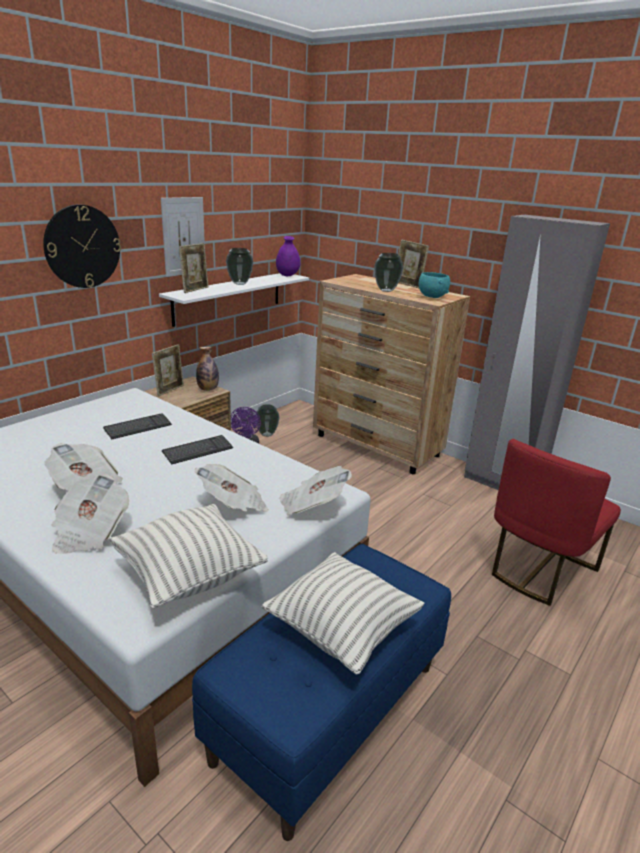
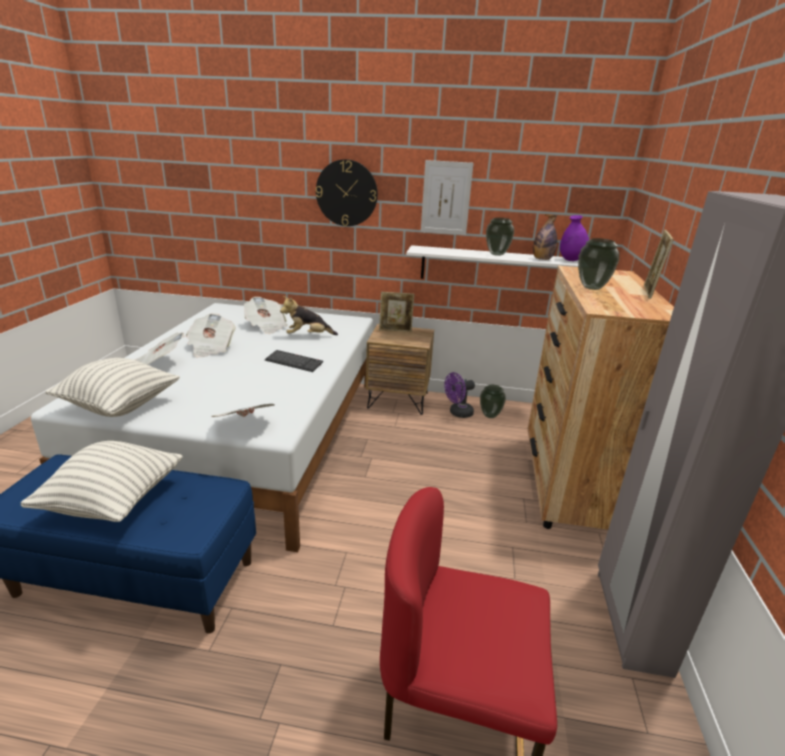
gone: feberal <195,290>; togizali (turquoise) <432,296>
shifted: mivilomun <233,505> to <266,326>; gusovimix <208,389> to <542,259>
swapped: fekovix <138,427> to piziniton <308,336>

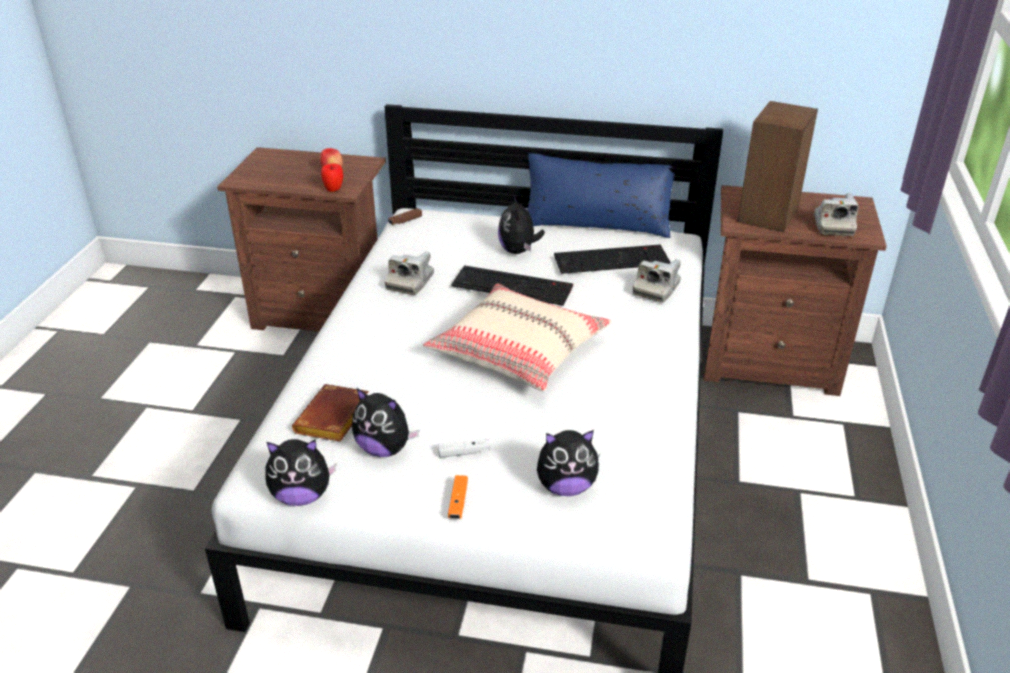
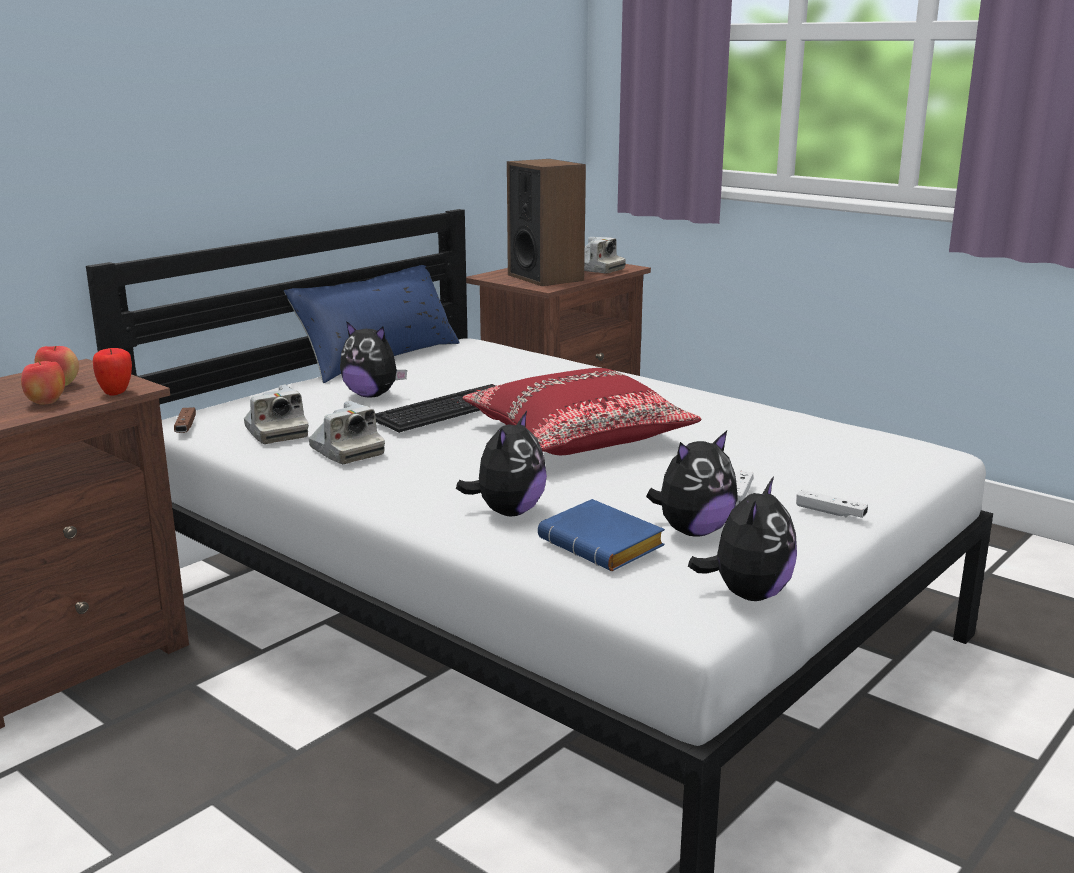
gone: fekovix <612,259>
new: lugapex <46,403>
shifted: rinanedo <656,289> to <276,432>; piziniton <566,486> to <508,512>
repainted: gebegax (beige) <518,351> to gebegax (red) <578,434>; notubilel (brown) <334,420> to notubilel (blue) <605,545>; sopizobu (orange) <458,502> to sopizobu (white) <830,512>

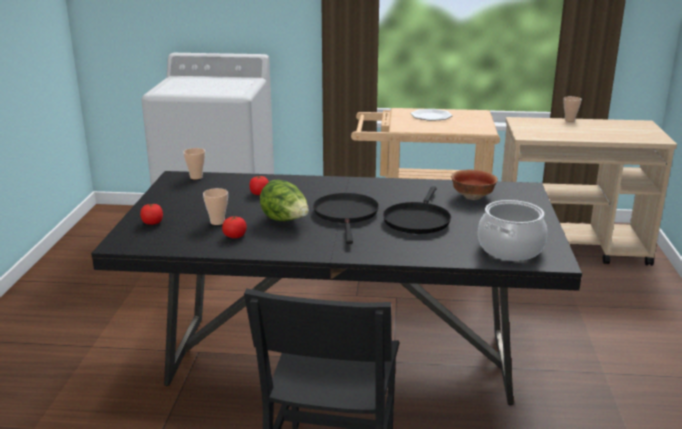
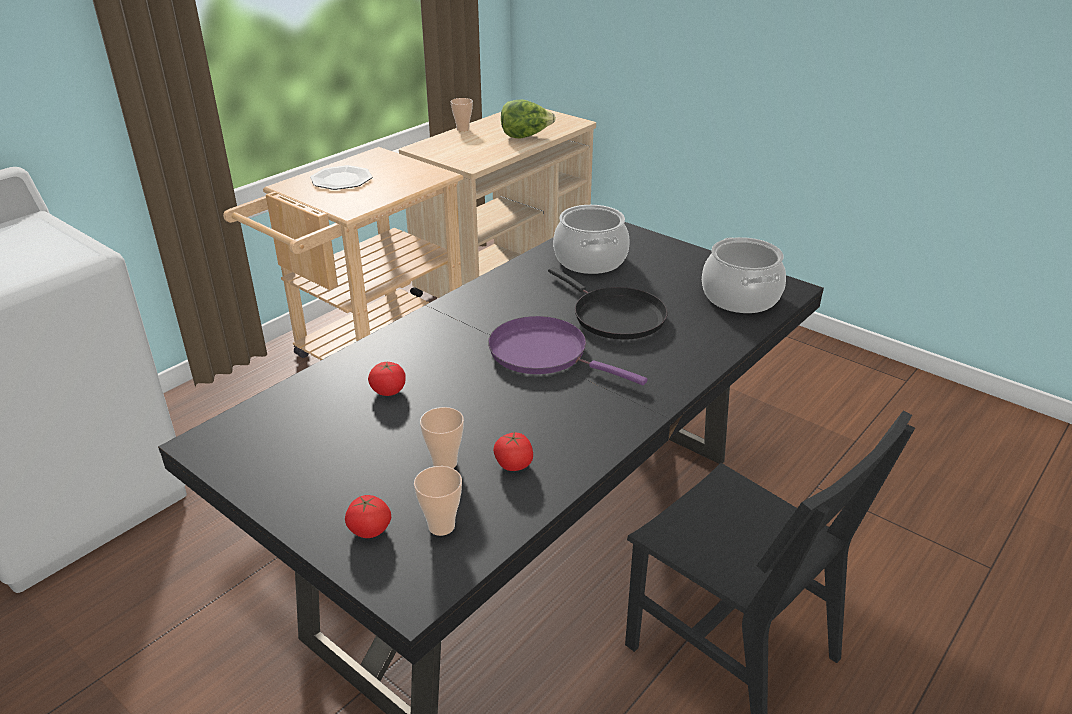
shifted: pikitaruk <196,177> to <441,526>; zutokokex <285,221> to <525,136>
swapped: togizali <473,196> to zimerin <589,260>
repainted: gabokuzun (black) <346,214> to gabokuzun (purple) <544,353>

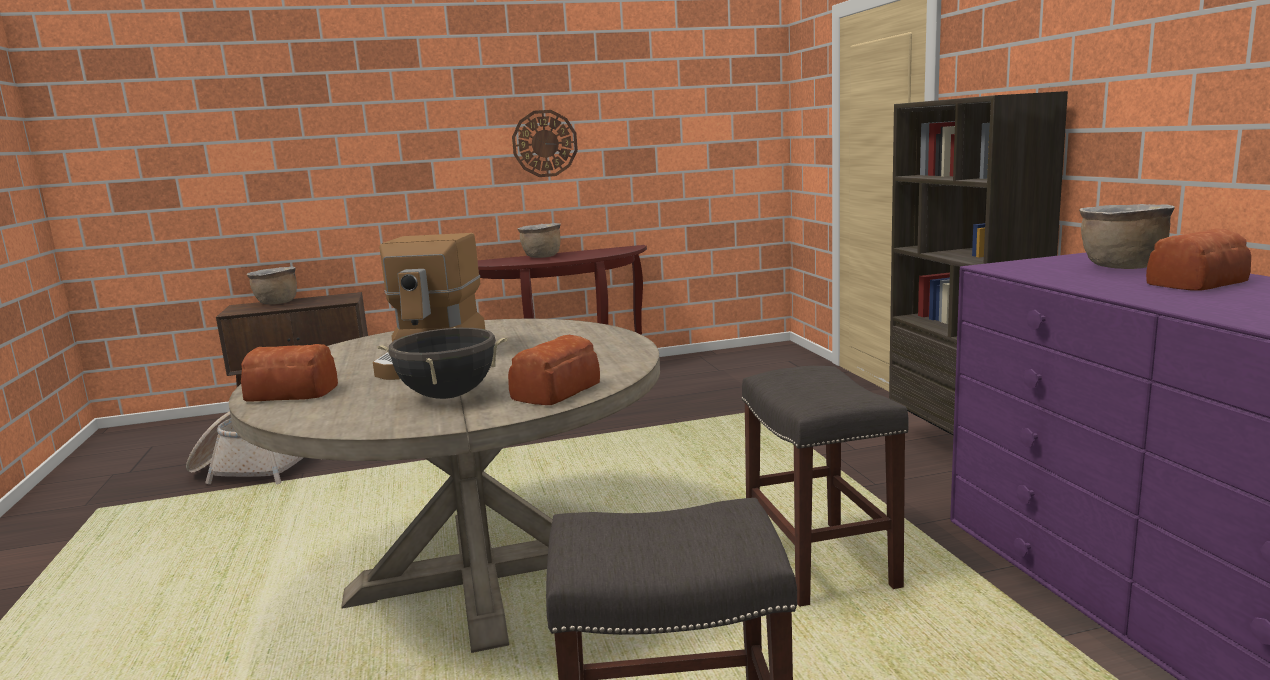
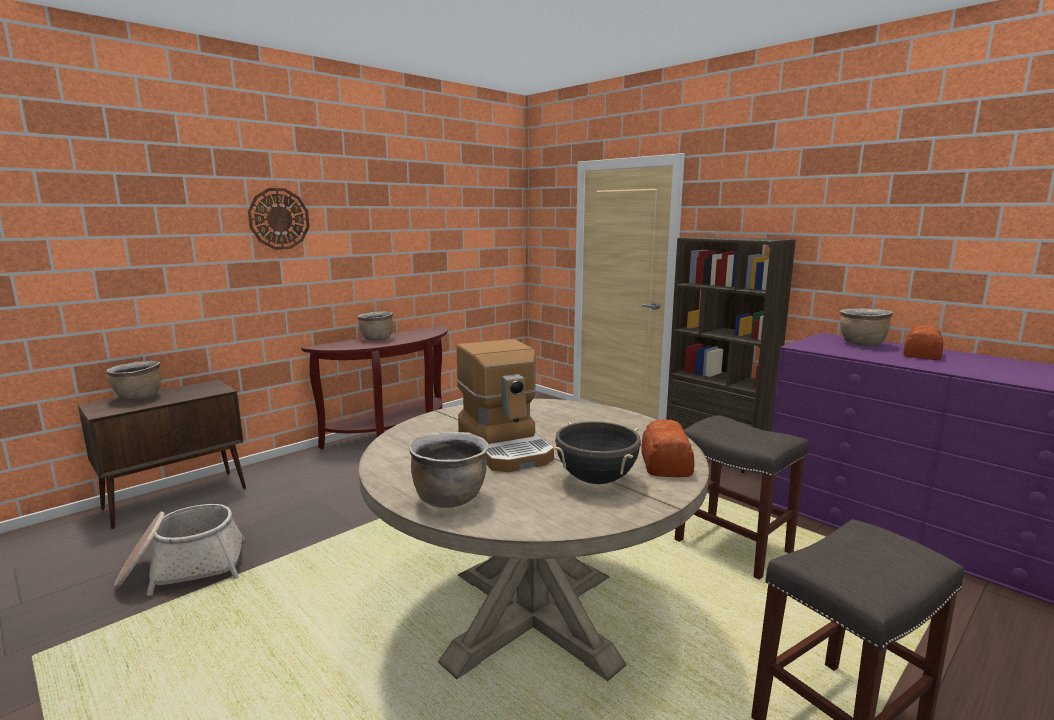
shifted: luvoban <544,143> to <279,219>
swapped: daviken <291,392> to zimerin (brown) <449,498>

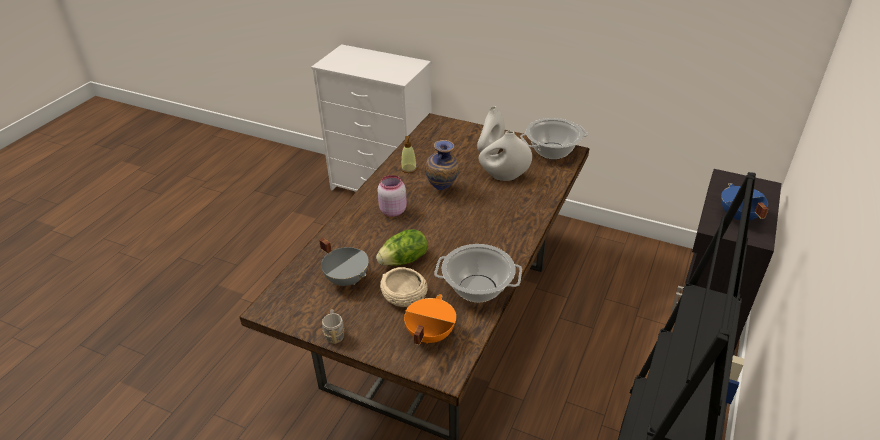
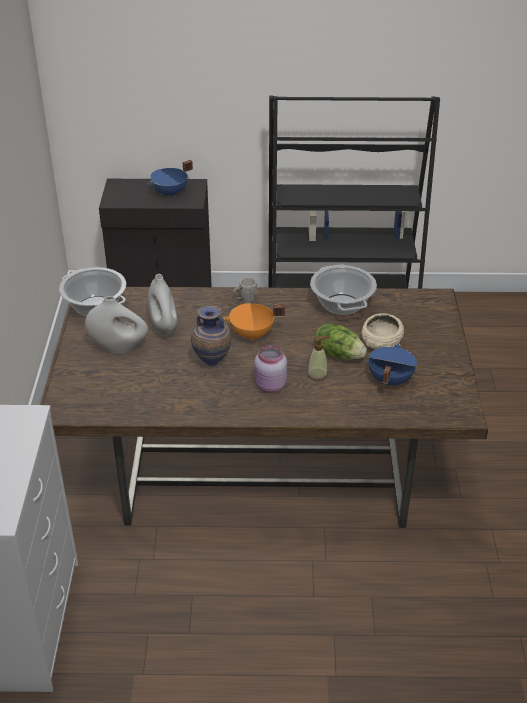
shifted: zimerin (orange) <429,334> to <252,335>; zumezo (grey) <334,334> to <244,300>; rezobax <409,169> to <317,374>
repainted: zimerin (grey) <347,279> to zimerin (blue) <389,380>

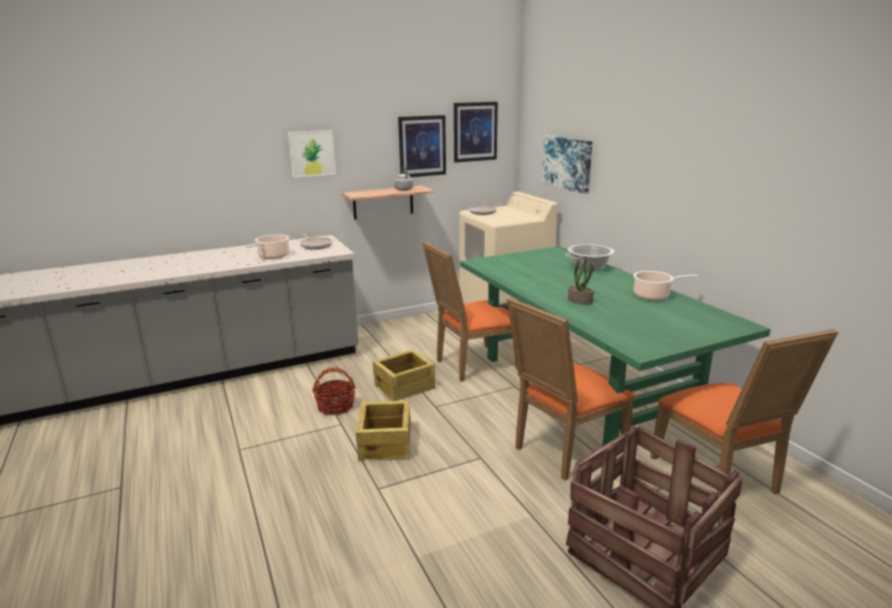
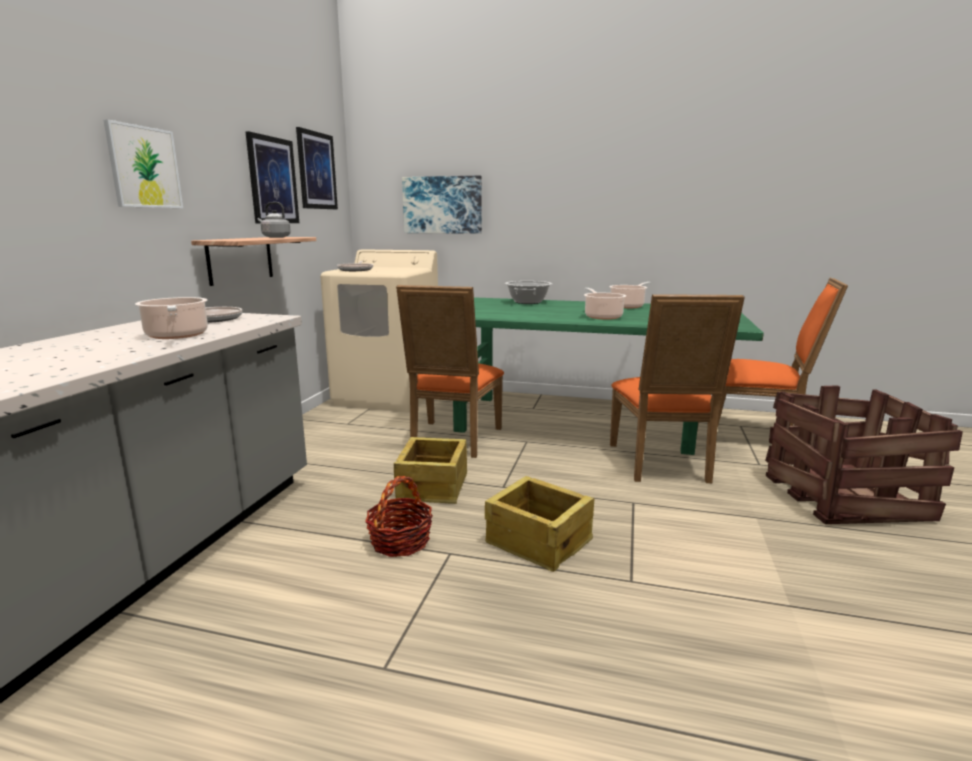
swapped: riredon <580,301> to zimerin <602,316>

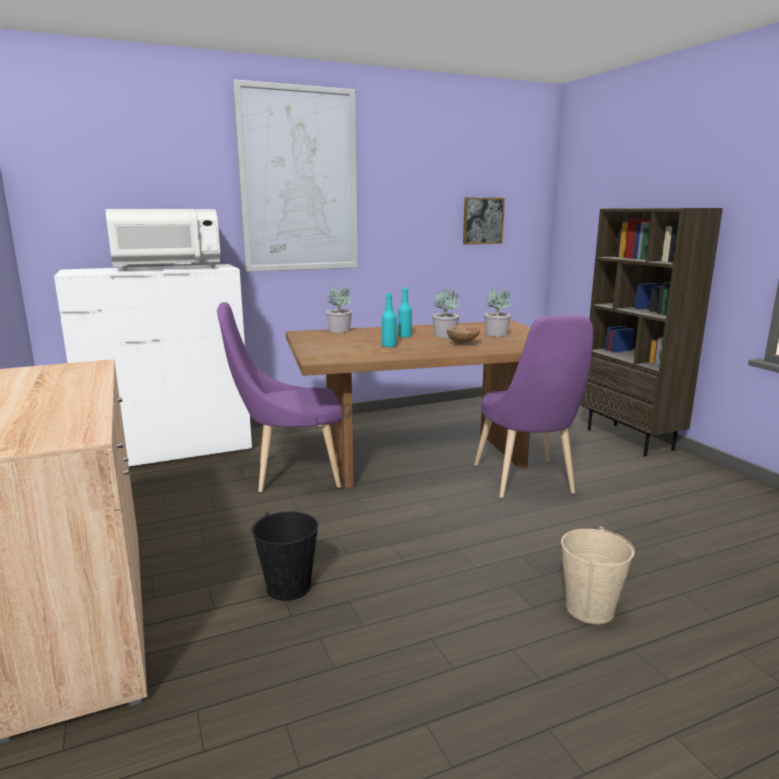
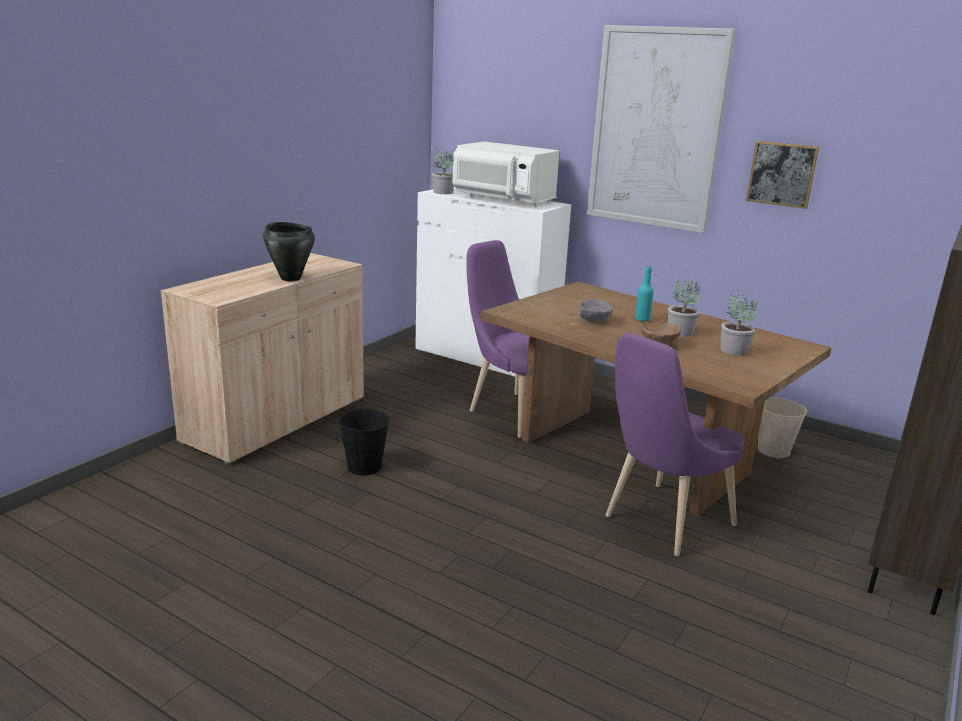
new: zimerin (black) <290,278>
shifted: riredon <339,330> to <442,192>; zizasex <483,221> to <782,174>; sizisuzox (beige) <589,609> to <773,450>
swapped: gusovimix (turquoise) <389,346> to togizali (grey) <594,321>

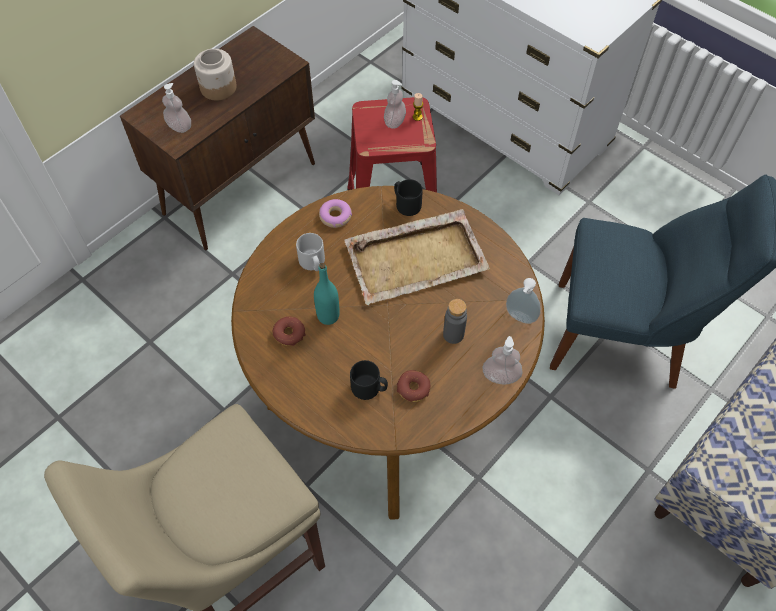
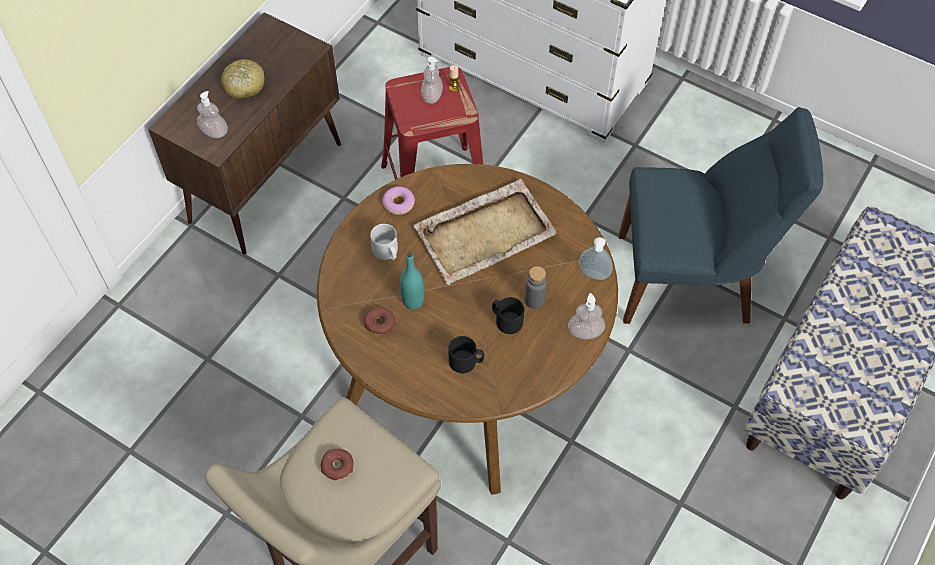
shifted: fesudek <413,388> to <337,466>; zumezo (black) <406,204> to <506,321>
swapped: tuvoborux <218,88> to daviken <244,85>

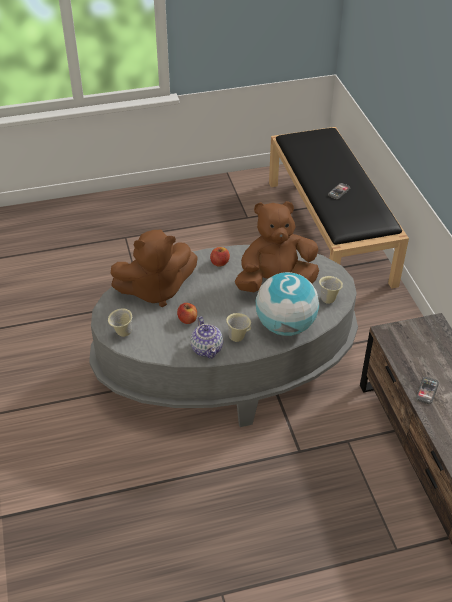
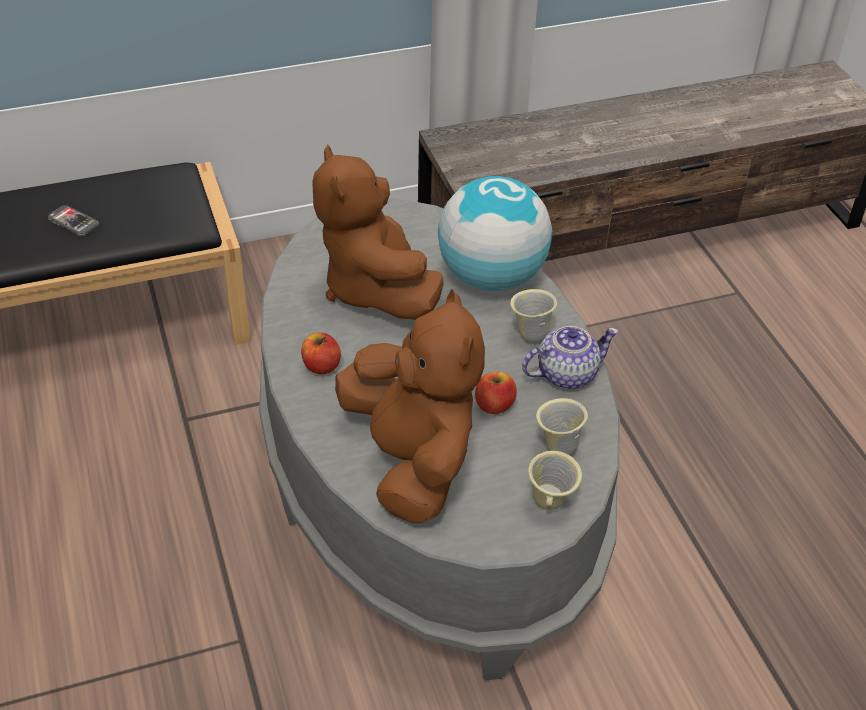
gone: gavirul <427,391>
shifted: zumezo (beige) <328,299> to <557,447>

